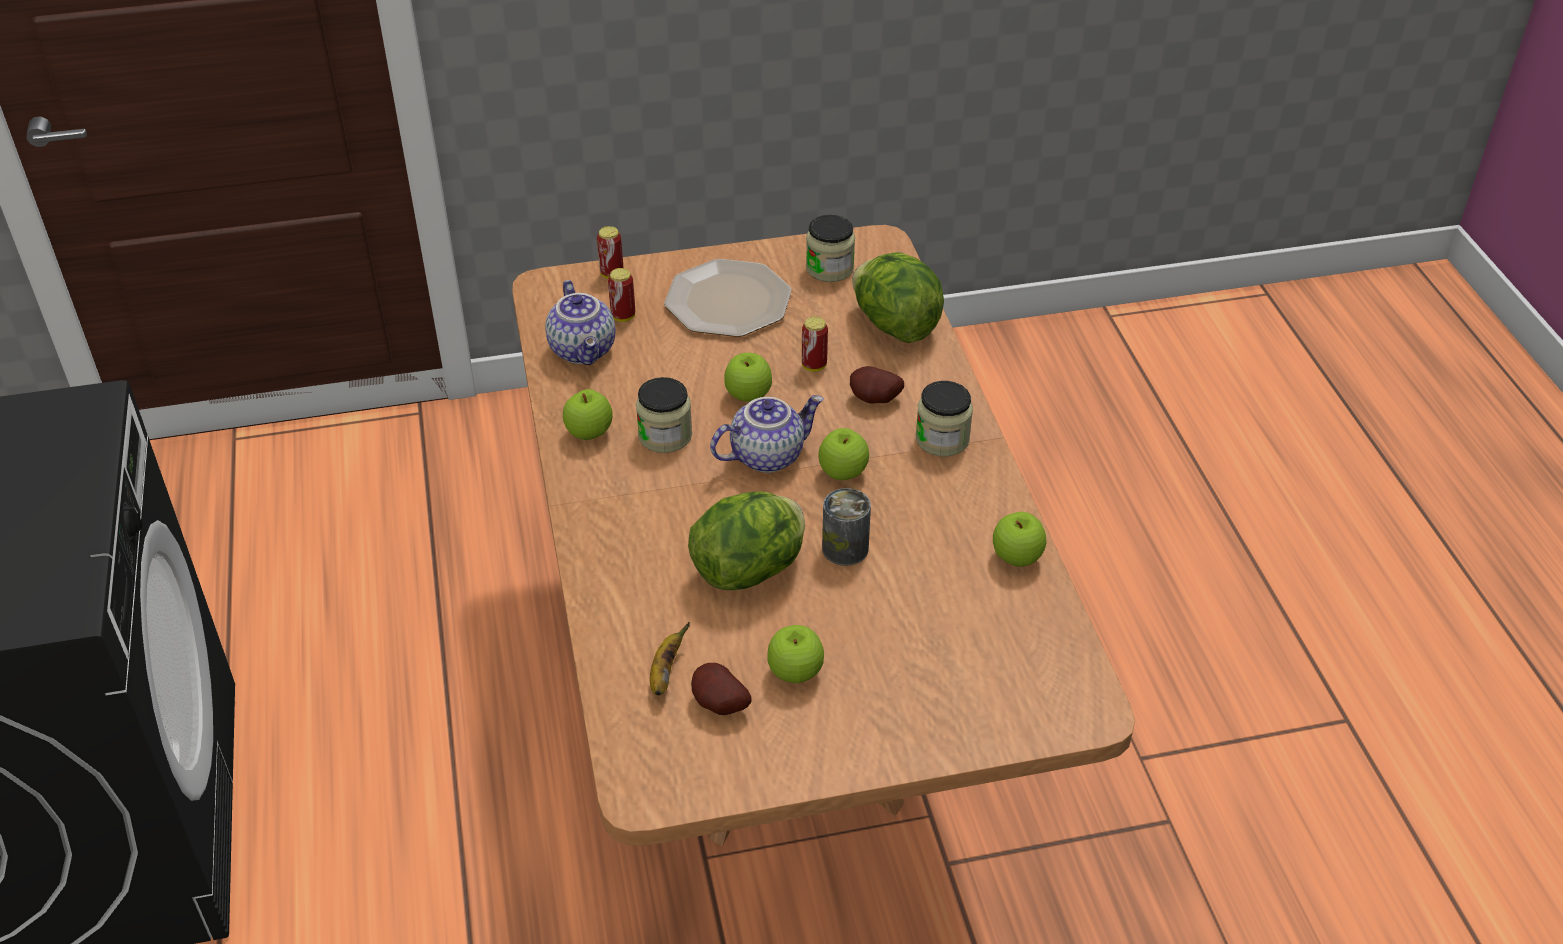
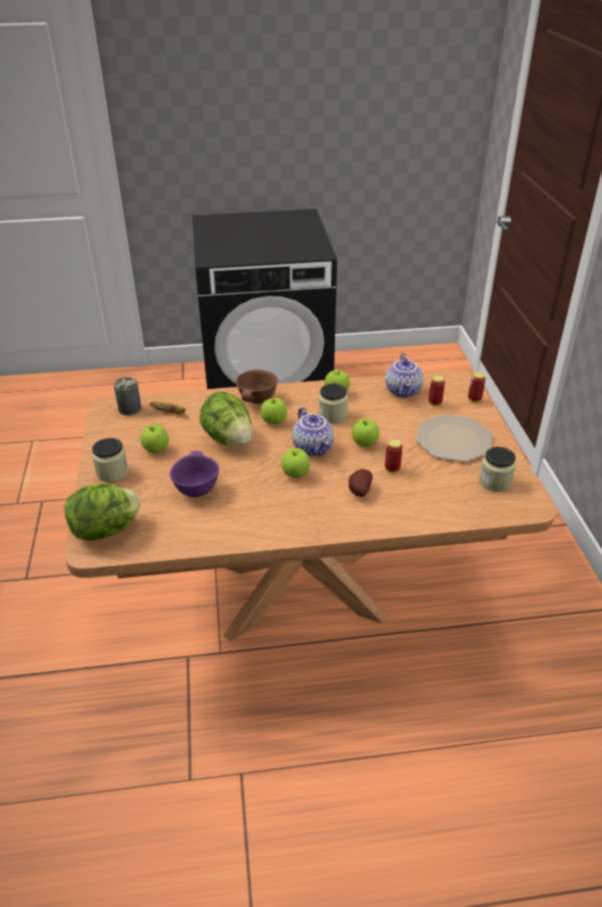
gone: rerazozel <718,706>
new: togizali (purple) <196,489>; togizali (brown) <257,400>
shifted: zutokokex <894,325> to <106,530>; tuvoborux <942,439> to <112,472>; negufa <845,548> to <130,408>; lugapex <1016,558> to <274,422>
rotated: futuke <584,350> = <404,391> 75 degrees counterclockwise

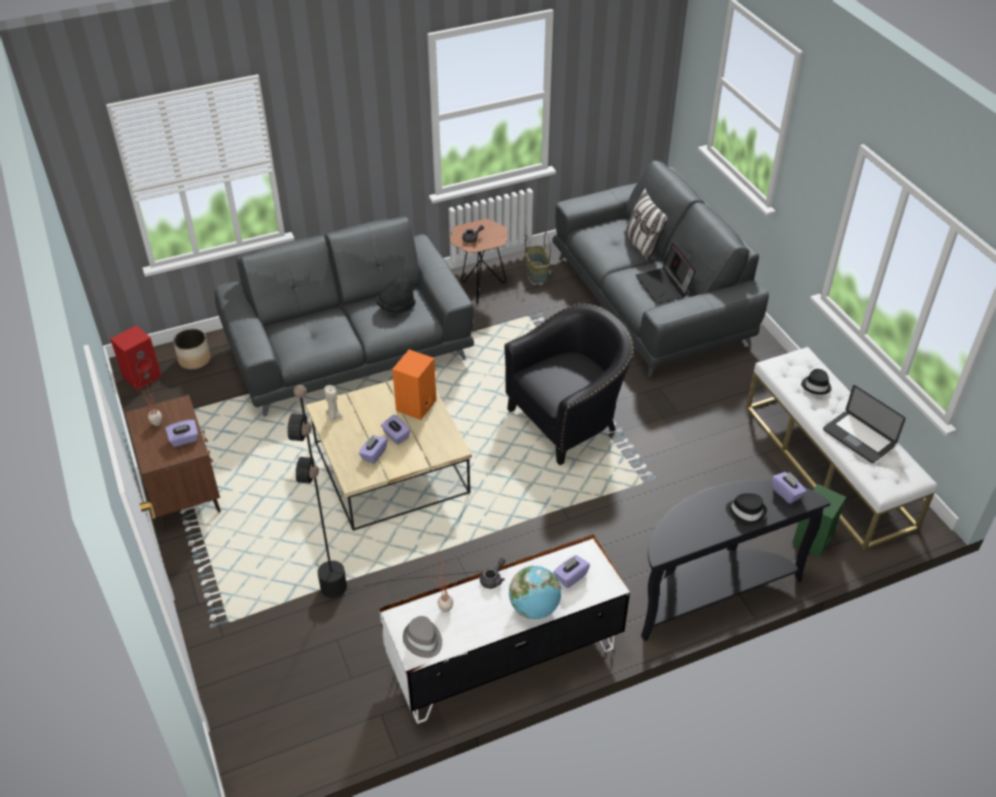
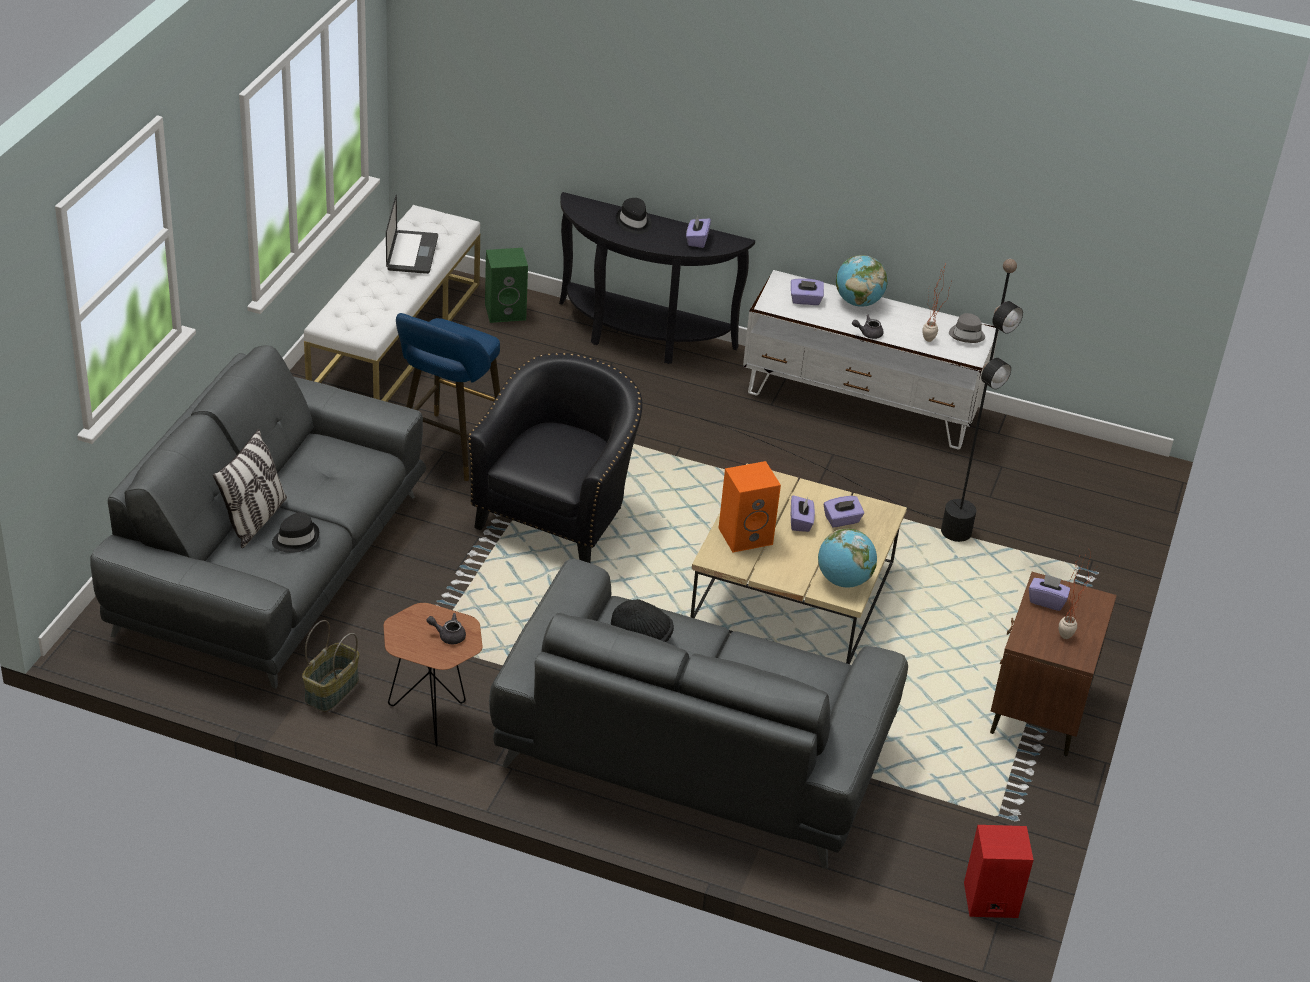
gone: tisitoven <195,359>; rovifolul <664,286>
new: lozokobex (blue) <448,450>
shifted: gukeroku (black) <816,386> to <295,539>; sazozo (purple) <786,493> to <697,240>
swapped: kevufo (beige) <333,416> to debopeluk <843,580>
rotated: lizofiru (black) <569,420> = <557,515> 105 degrees clockwise

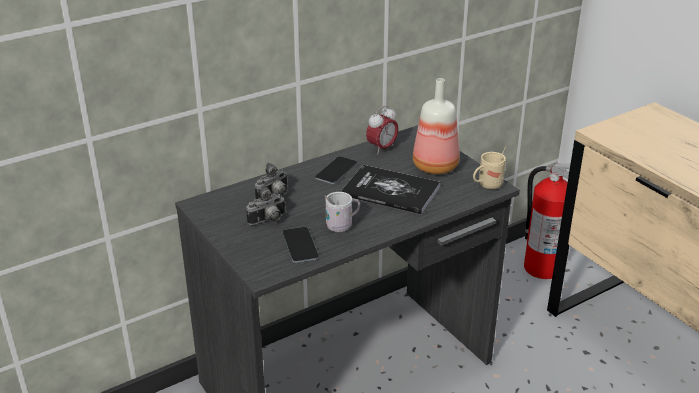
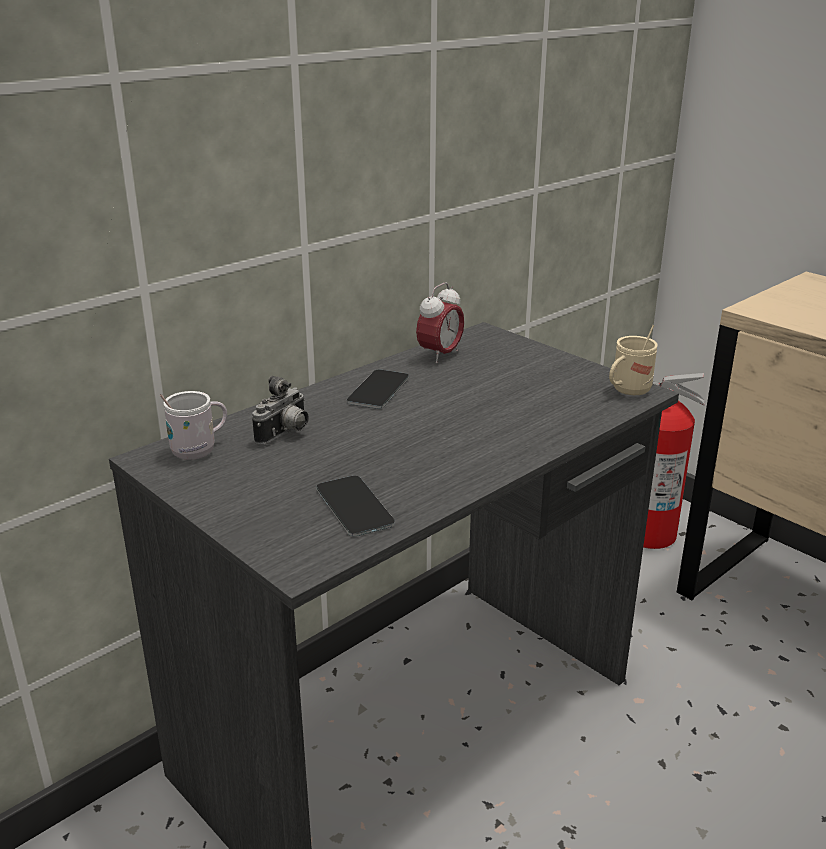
gone: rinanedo <268,221>; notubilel <391,191>; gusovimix <434,166>
shifted: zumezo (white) <342,226> to <199,450>

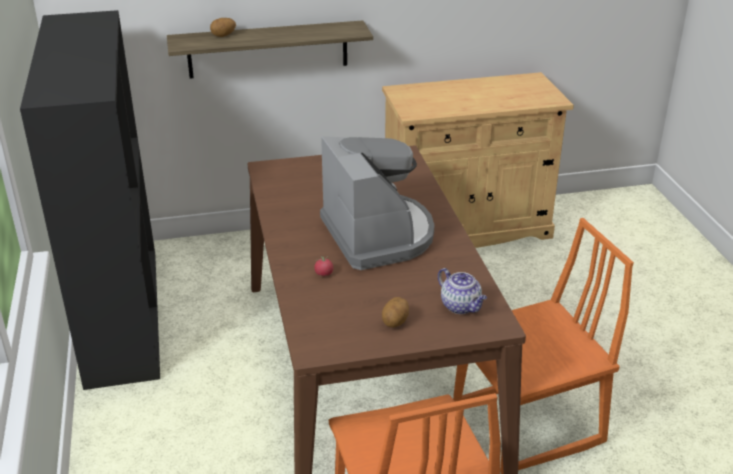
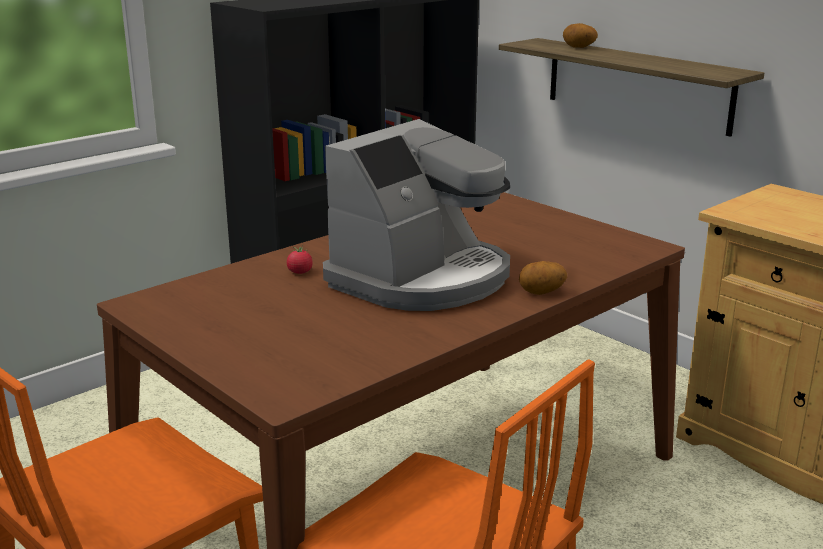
gone: futuke <461,306>
shifted: rerazozel <395,322> to <542,293>

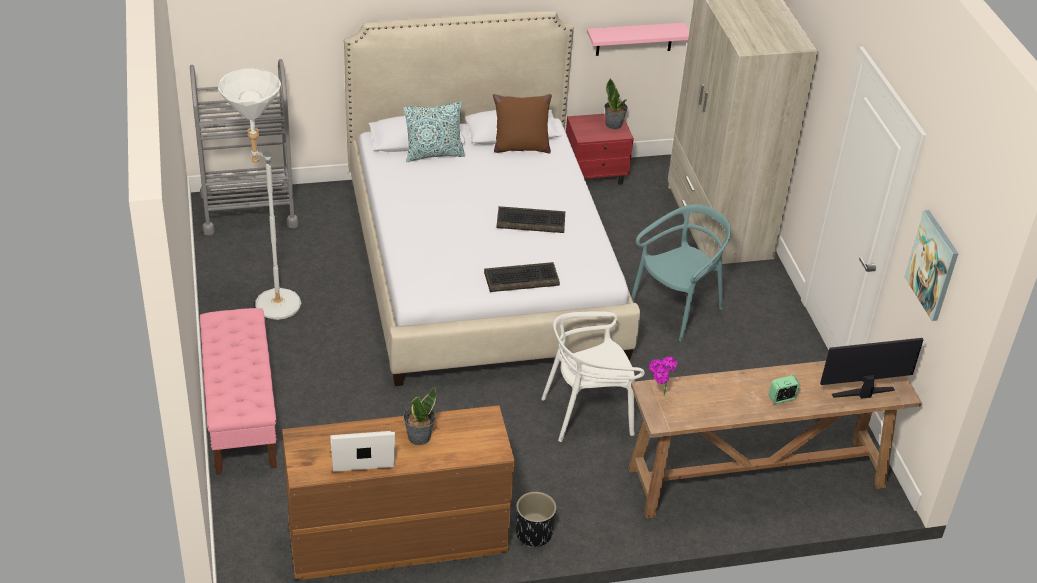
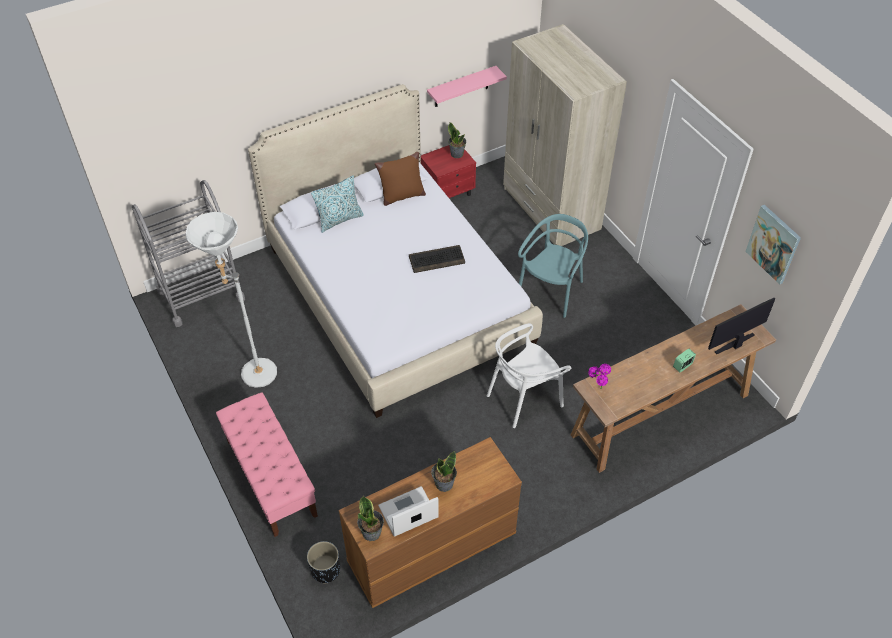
gone: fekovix <522,278>
new: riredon <372,532>
shifted: tisitoven (black) <534,534> to <326,570>

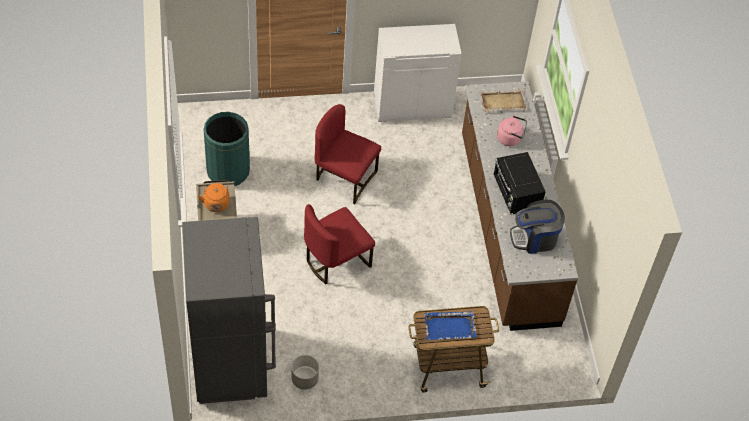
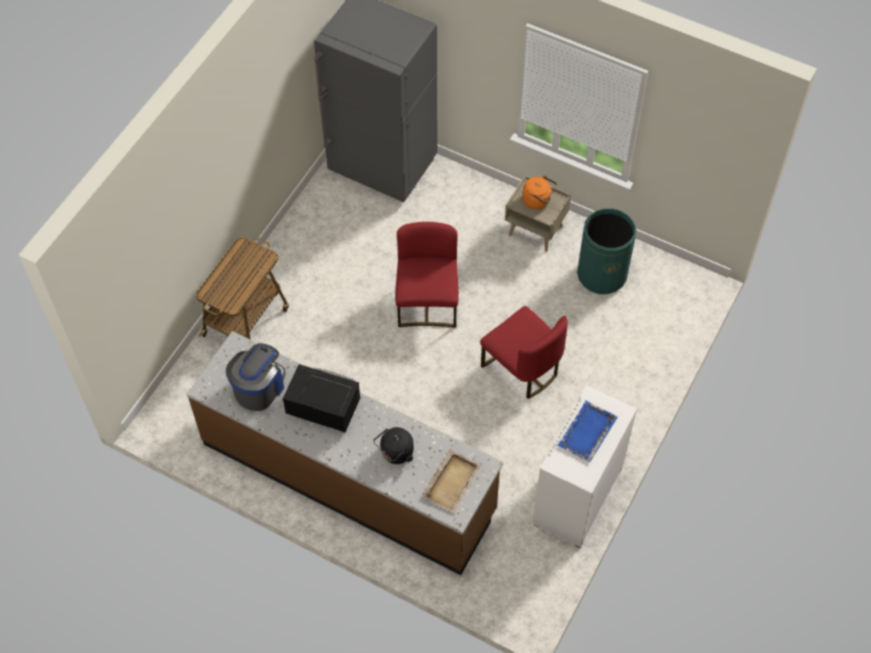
gone: tisitoven (grey) <304,379>
shifted: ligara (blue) <450,326> to <587,433>
repainted: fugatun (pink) <510,138> to fugatun (black) <395,453>
rotated: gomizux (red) <345,178> = <522,368> 75 degrees clockwise

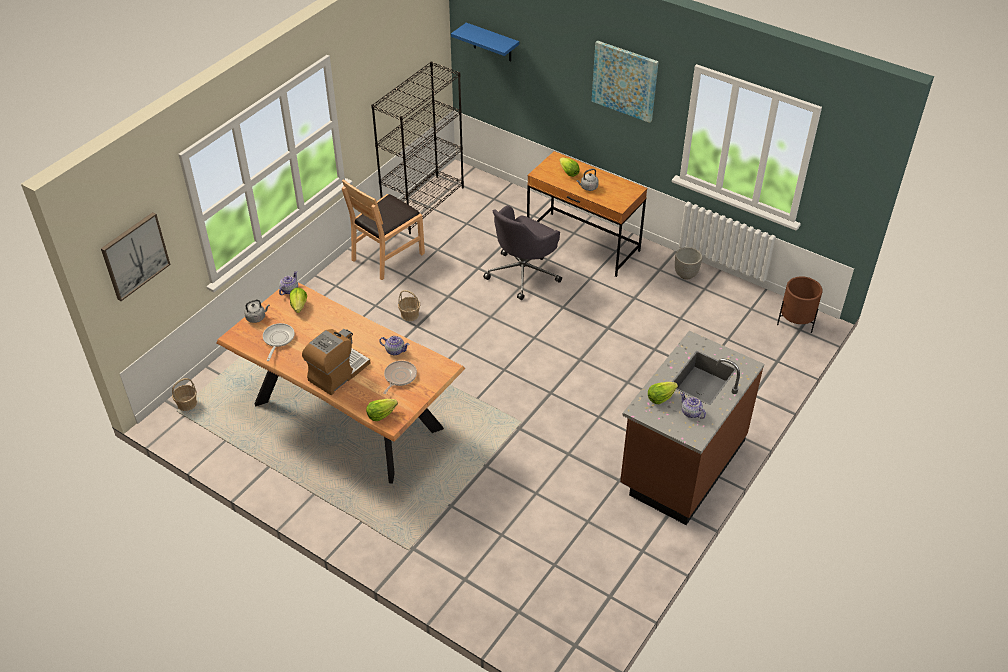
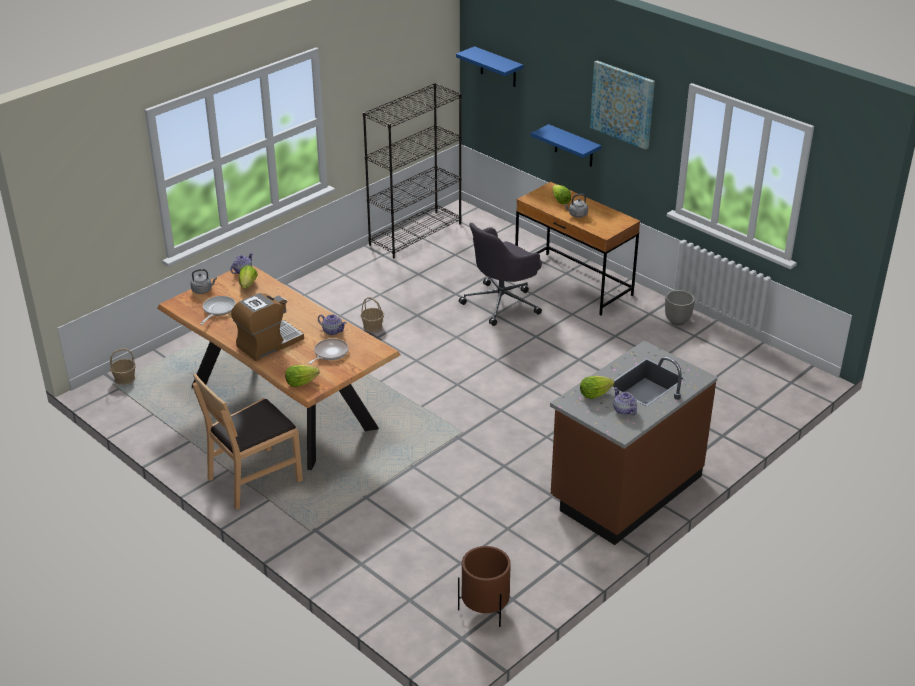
gone: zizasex <135,255>
new: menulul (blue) <574,146>
shifted: gomizux (brown) <387,256> to <254,478>; tisitoven (brown) <795,322> to <485,609>

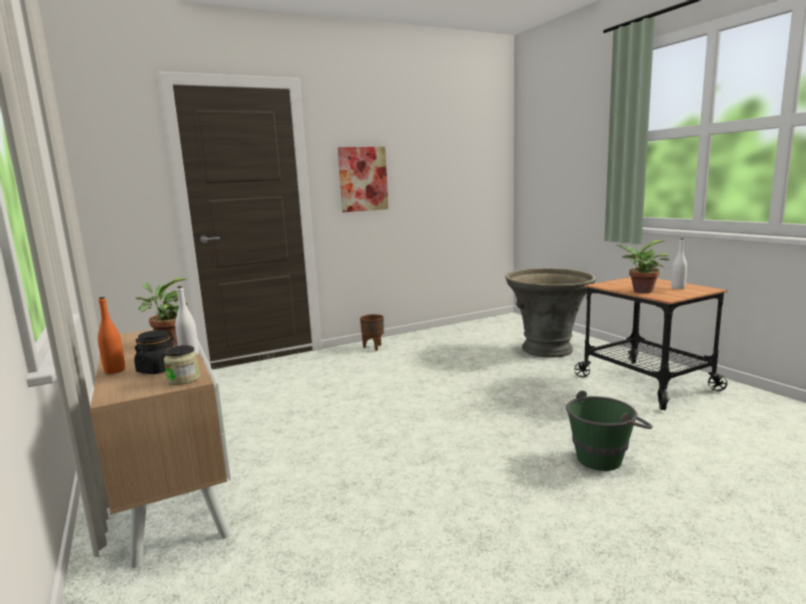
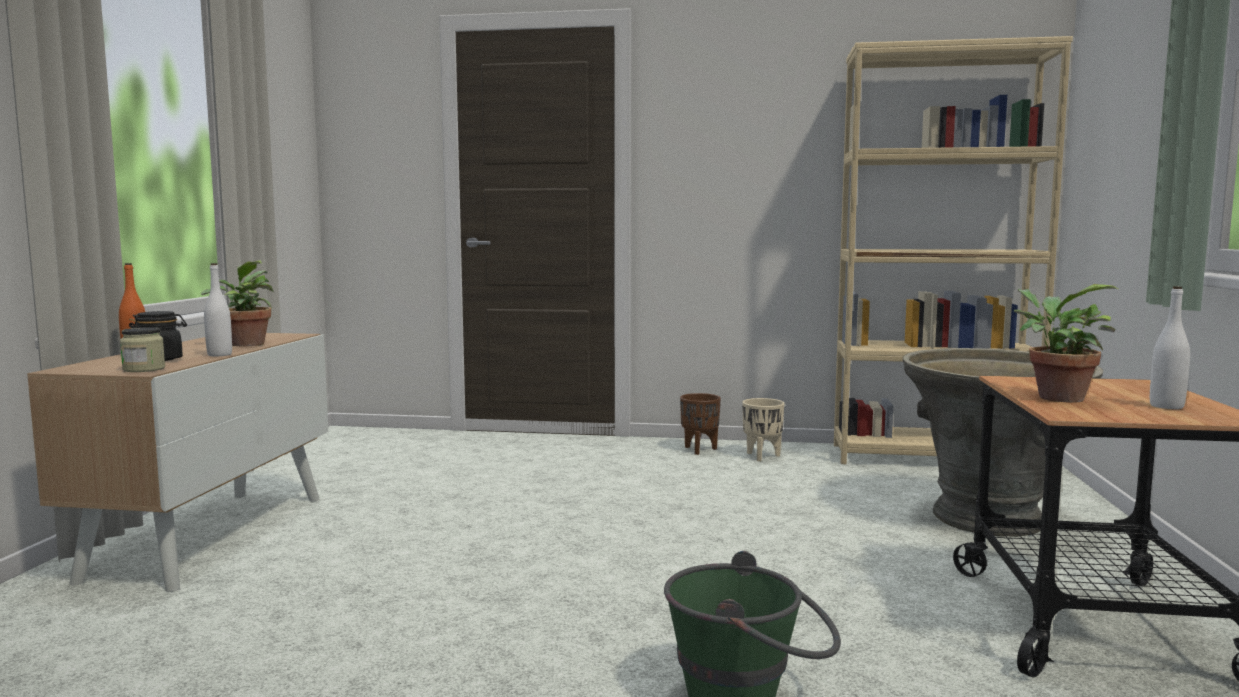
gone: zizasex <363,179>
new: tisitoven (beige) <762,456>; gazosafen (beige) <931,457>

